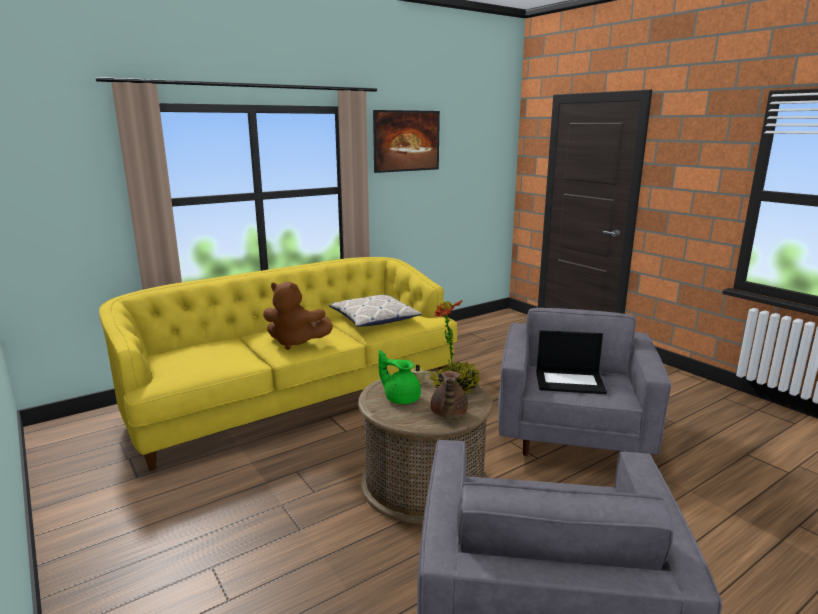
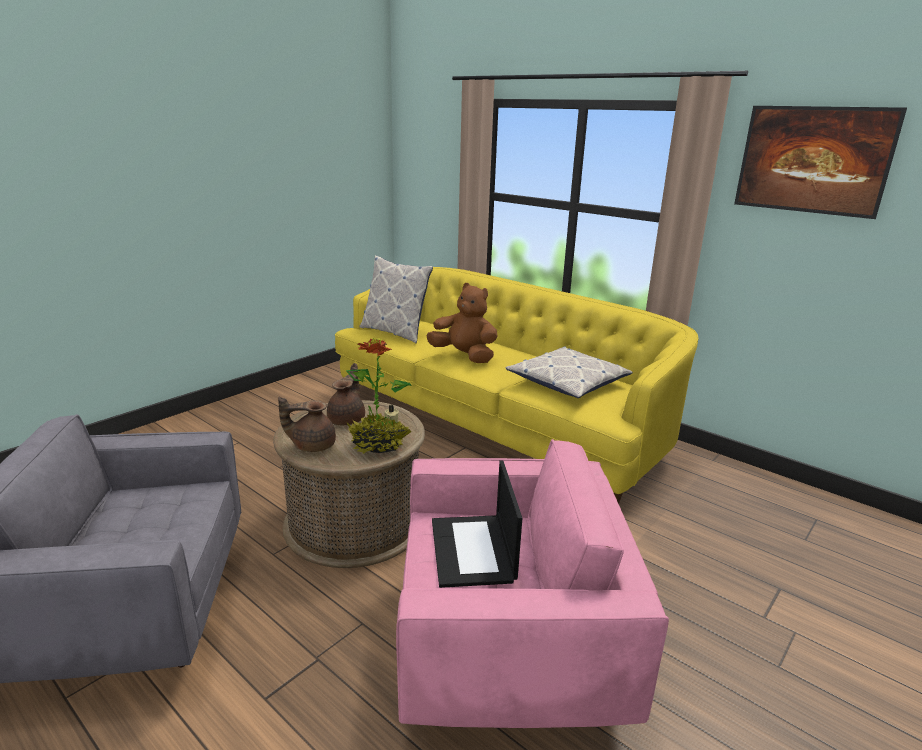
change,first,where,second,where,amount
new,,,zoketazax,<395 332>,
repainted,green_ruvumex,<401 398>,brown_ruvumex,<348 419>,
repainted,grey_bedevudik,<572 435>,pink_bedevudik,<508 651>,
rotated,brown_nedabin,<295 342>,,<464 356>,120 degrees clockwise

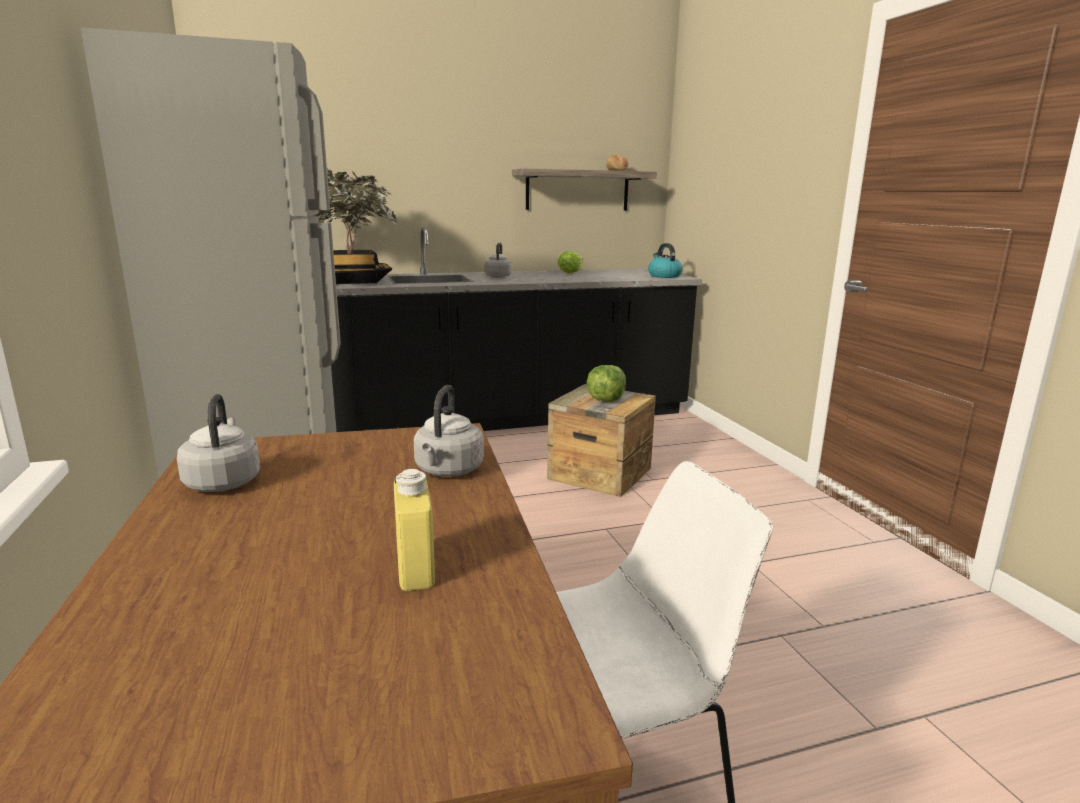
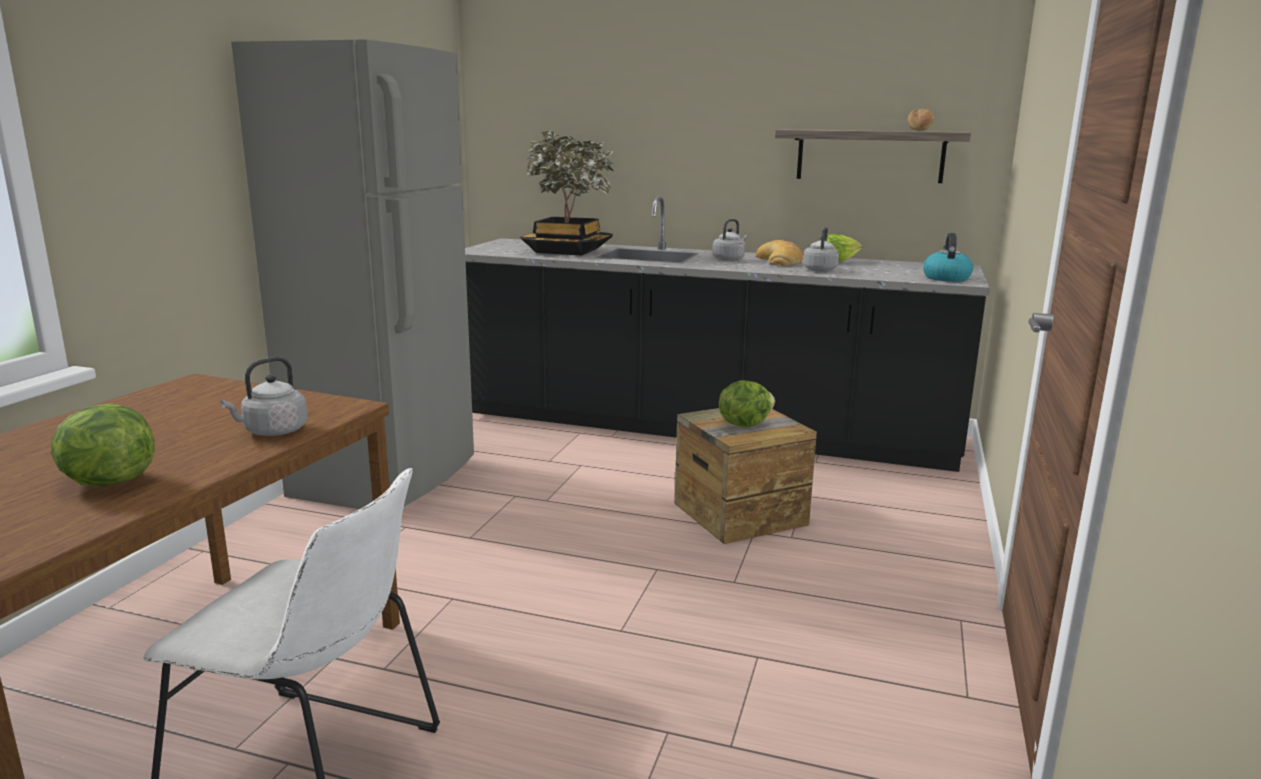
change,first,where,second,where,amount
new,,,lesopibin,<780 261>,
shifted,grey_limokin,<223 481>,,<820 269>,
swapped,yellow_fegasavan,<415 568>,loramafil,<107 482>,

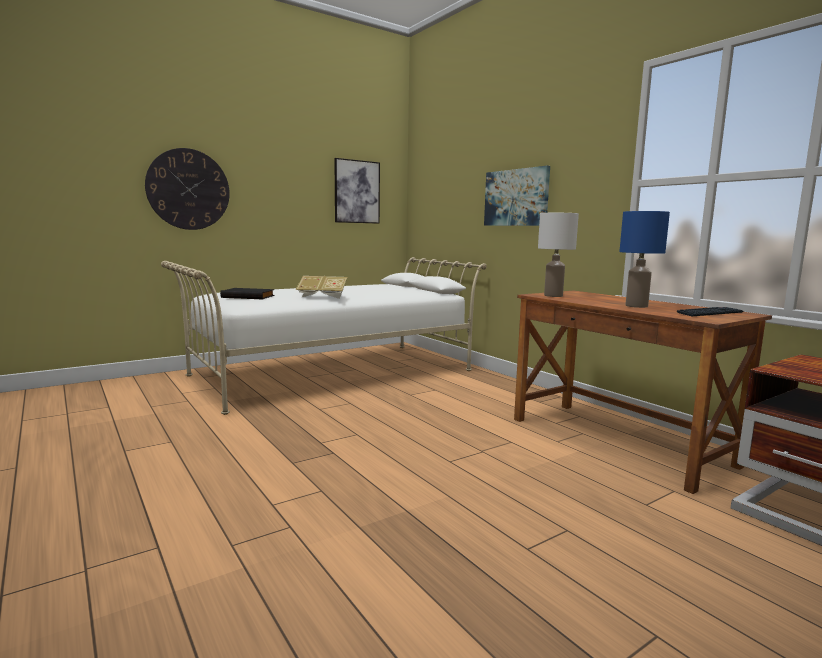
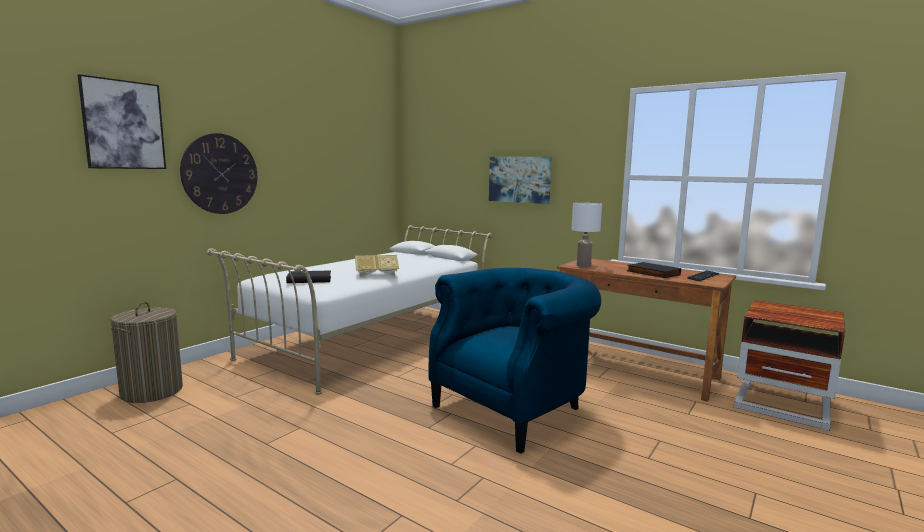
change,first,where,second,where,amount
new,,,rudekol,<152 391>,
new,,,blue_bedevudik,<515 408>,
shifted,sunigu,<357 192>,,<123 125>,
swapped,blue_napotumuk,<635 306>,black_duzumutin,<652 273>,

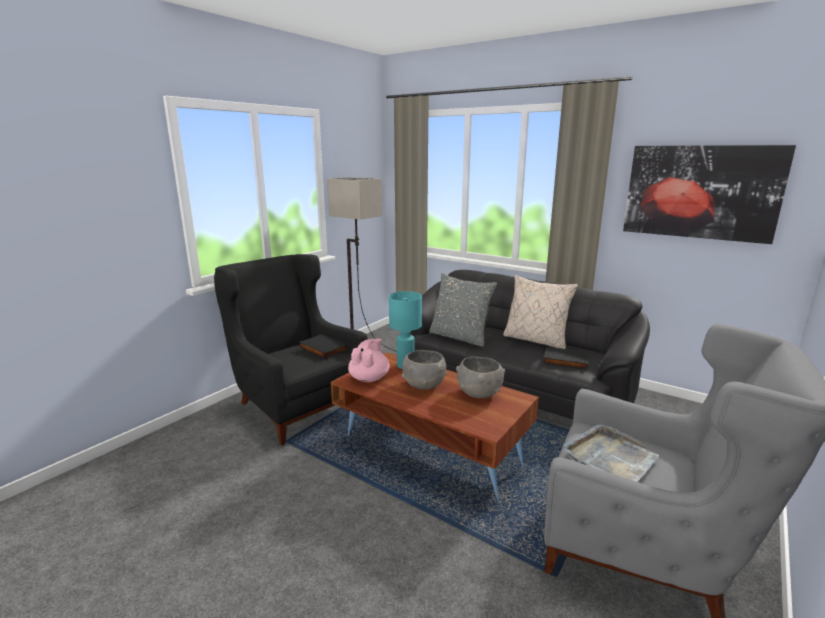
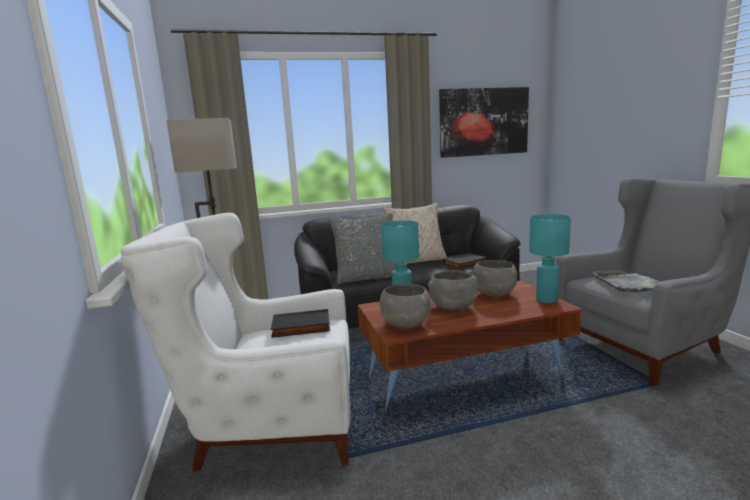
change,first,where,second,where,amount
new,,,turquoise_napotumuk,<546 300>,
swapped,pink_ruvumex,<369 378>,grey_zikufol,<405 324>,
repainted,black_bedevudik,<296 405>,white_bedevudik,<270 425>,

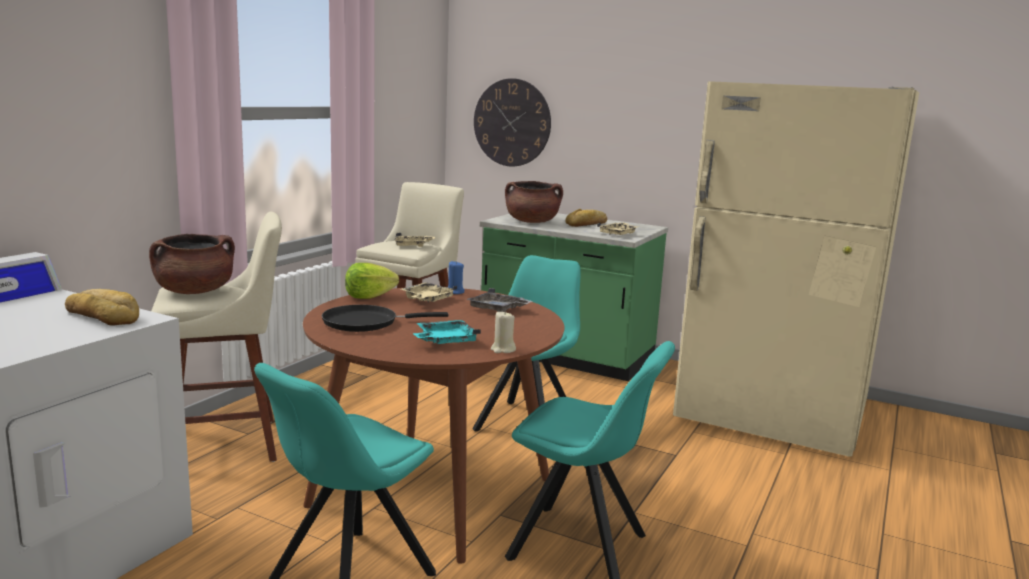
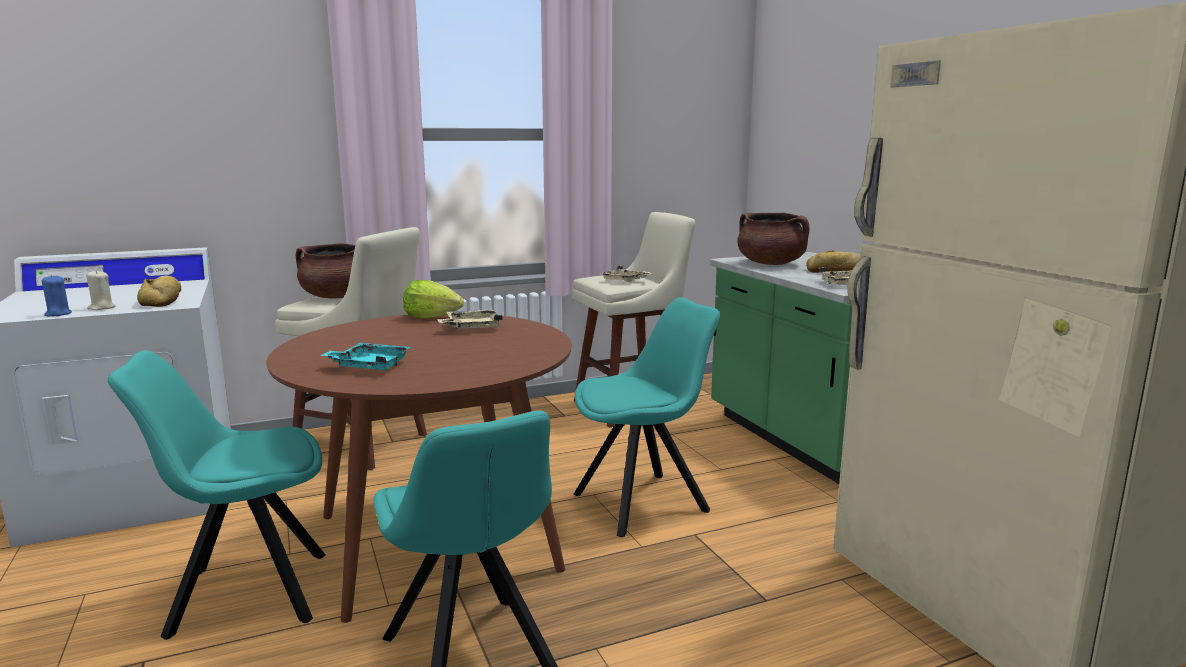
change,first,where,second,where,amount
gone,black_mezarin,<365 323>,,,
gone,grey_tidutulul,<497 309>,,,
gone,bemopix,<512 122>,,,
shifted,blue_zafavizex,<454 292>,,<58 314>,
shifted,beige_zafavizex,<503 350>,,<102 308>,

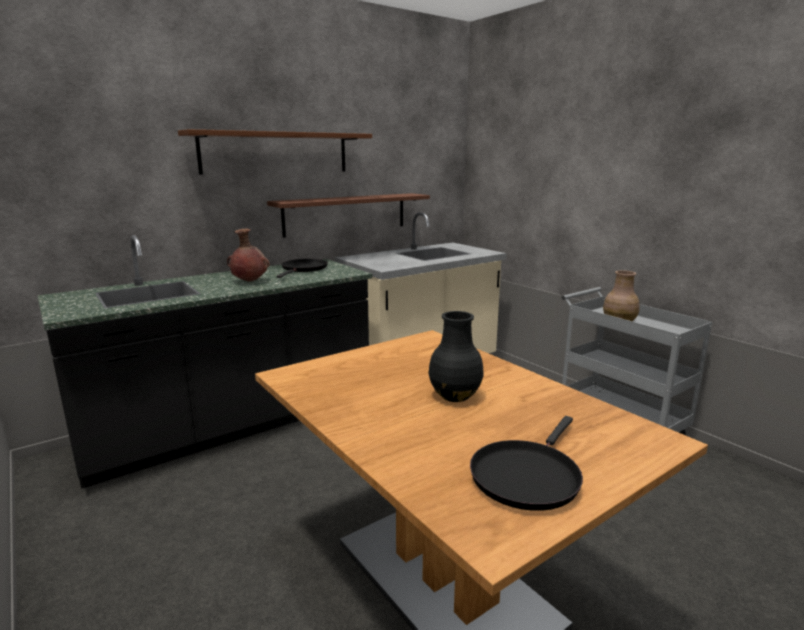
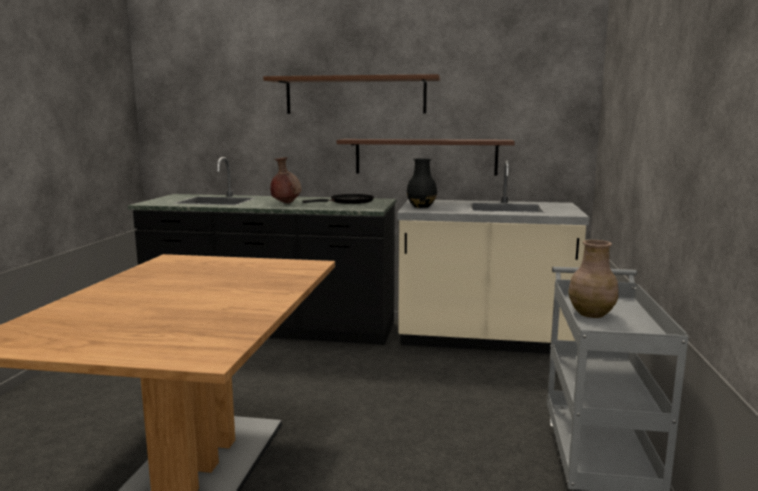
change,first,where,second,where,amount
gone,black_mezarin,<527 475>,,,
shifted,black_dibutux,<455 395>,,<422 206>,

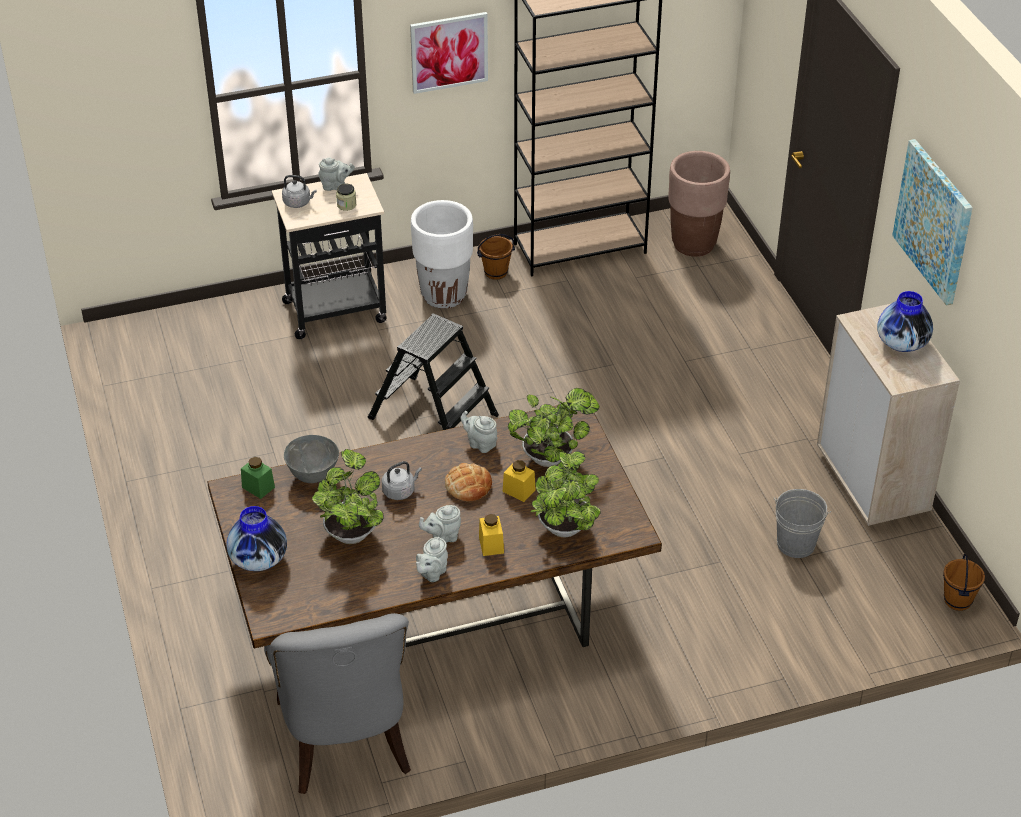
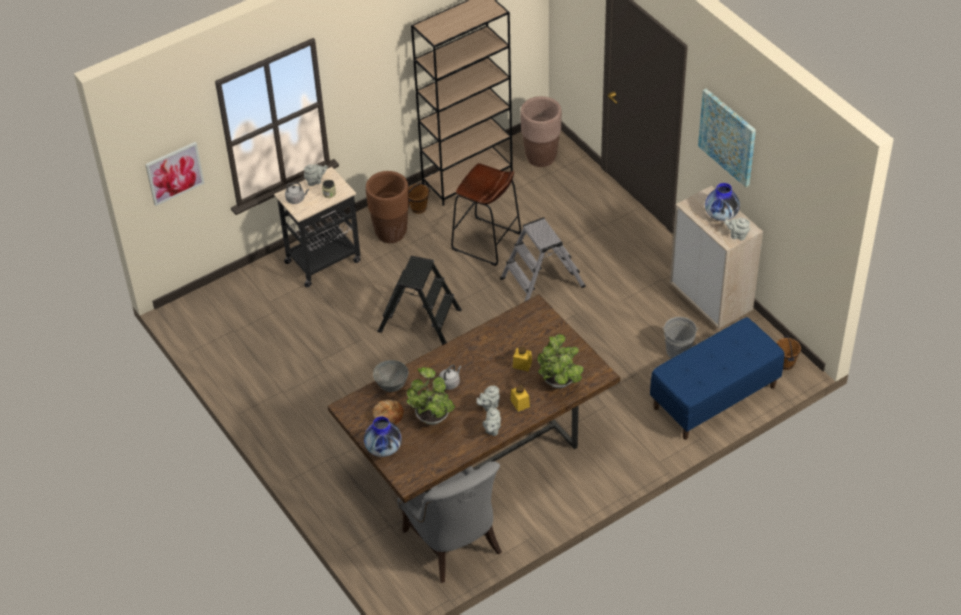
change,first,where,second,where,amount
gone,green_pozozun,<258 487>,,,
gone,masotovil,<551 456>,,,
new,,,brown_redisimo,<486 241>,
new,,,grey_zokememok,<542 282>,
new,,,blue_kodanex,<714 398>,
shifted,sunigu,<449 52>,,<174 173>,
shifted,lesopibin,<468 486>,,<388 414>,
shifted,grey_ruvumex,<480 444>,,<737 235>,
repainted,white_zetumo,<444 296>,brown_zetumo,<391 233>,

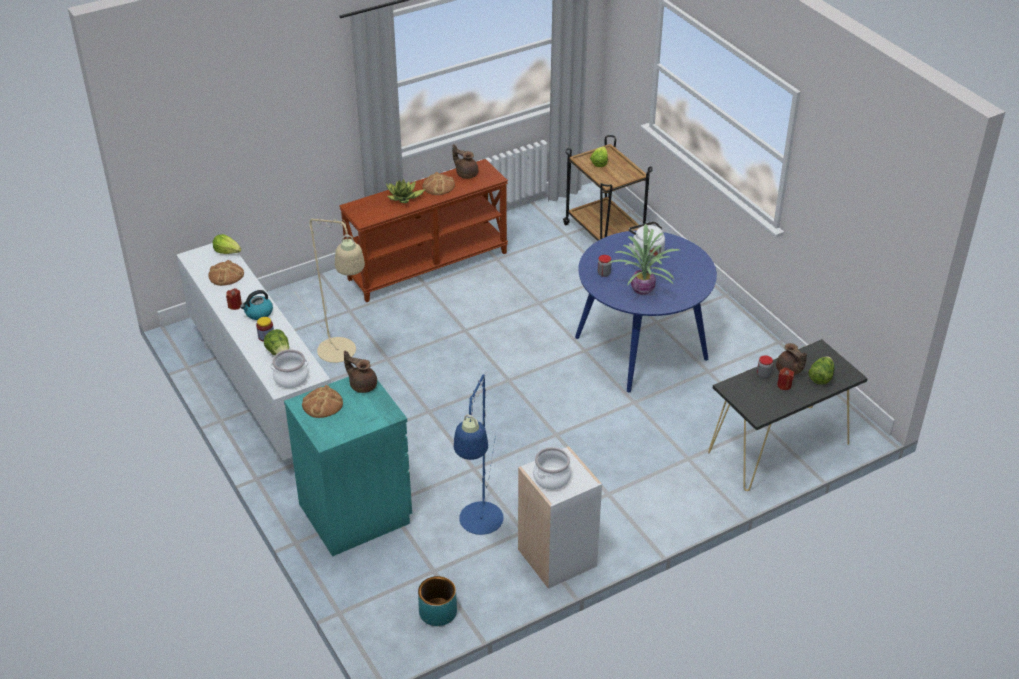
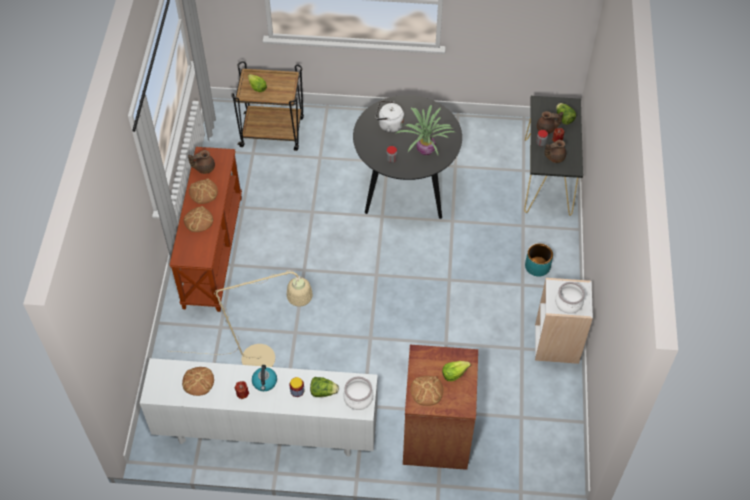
change,first,where,second,where,amount
gone,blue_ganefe,<480 527>,,,
shifted,loramafil,<227 251>,,<454 373>,
shifted,brown_ruvumex,<362 385>,,<554 157>,
shifted,turquoise_zetumo,<438 612>,,<537 266>,
swapped,masotovil,<404 198>,lesopibin,<198 220>,
repainted,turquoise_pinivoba,<354 512>,brown_pinivoba,<435 435>,
repainted,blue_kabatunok,<641 348>,black_kabatunok,<405 186>,

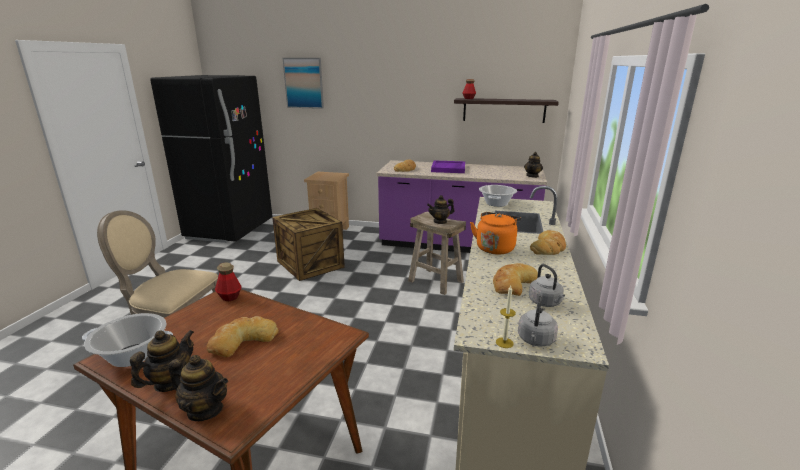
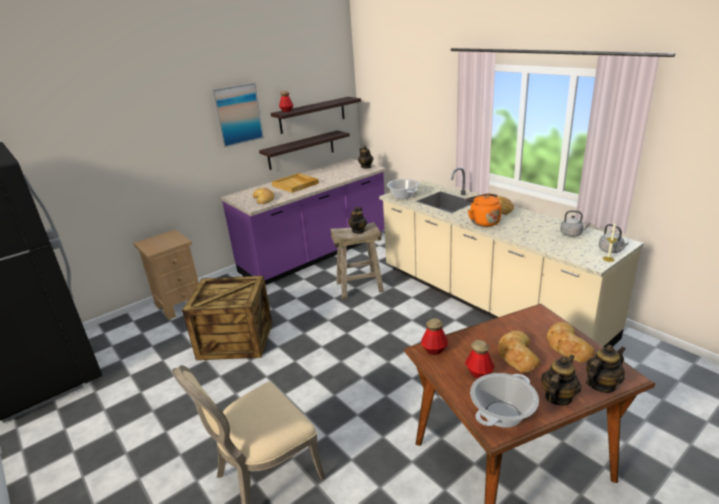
change,first,where,second,where,amount
new,,,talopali,<301 150>,
new,,,fegasavan,<479 373>,
shifted,sunigu,<304 83>,,<238 114>,
shifted,lesopibin,<512 284>,,<567 346>,
repainted,purple_tidutulul,<448 169>,beige_tidutulul,<296 184>,
rotated,ruvumex,<170 382>,,<557 397>,60 degrees clockwise

